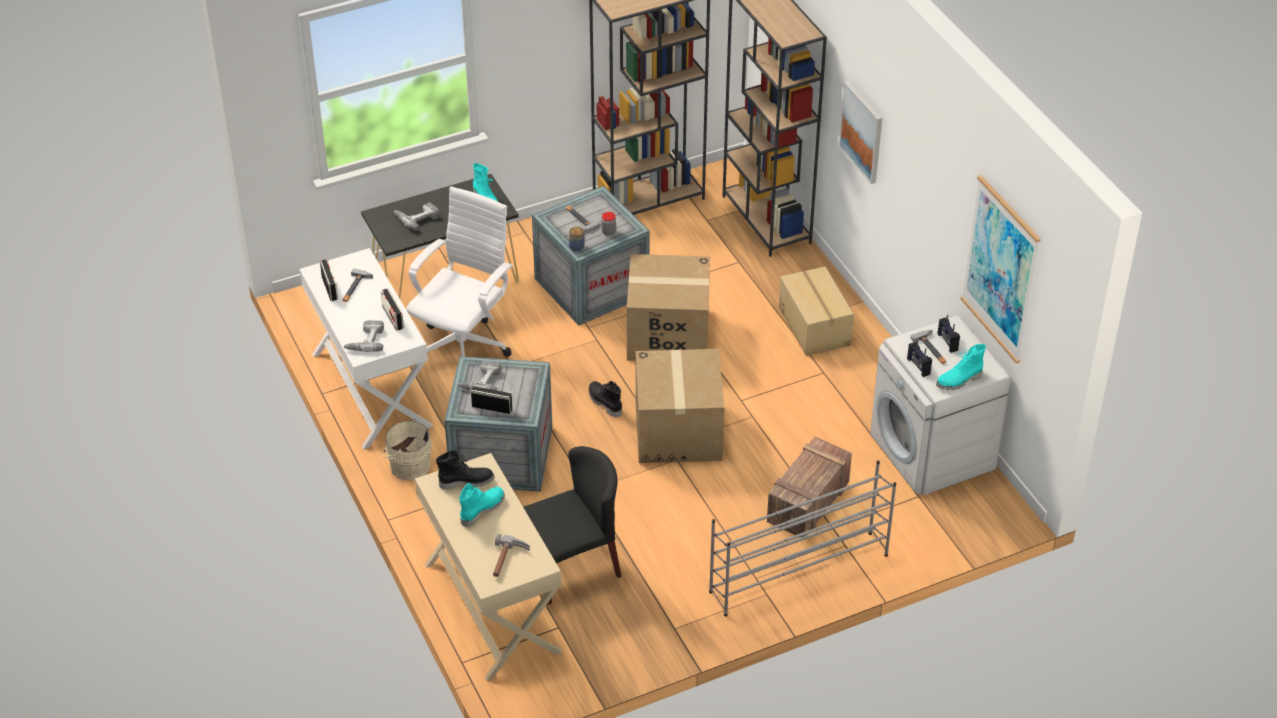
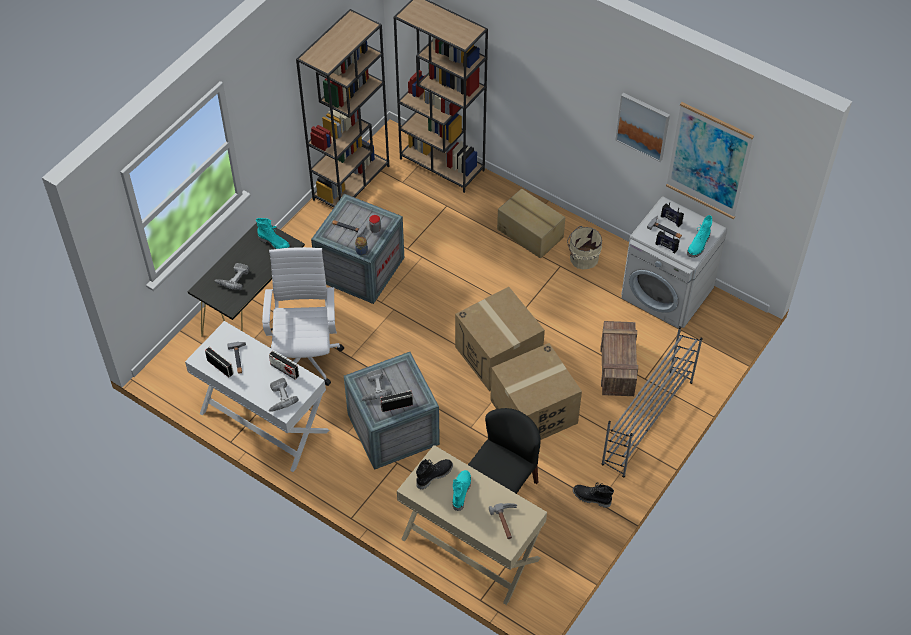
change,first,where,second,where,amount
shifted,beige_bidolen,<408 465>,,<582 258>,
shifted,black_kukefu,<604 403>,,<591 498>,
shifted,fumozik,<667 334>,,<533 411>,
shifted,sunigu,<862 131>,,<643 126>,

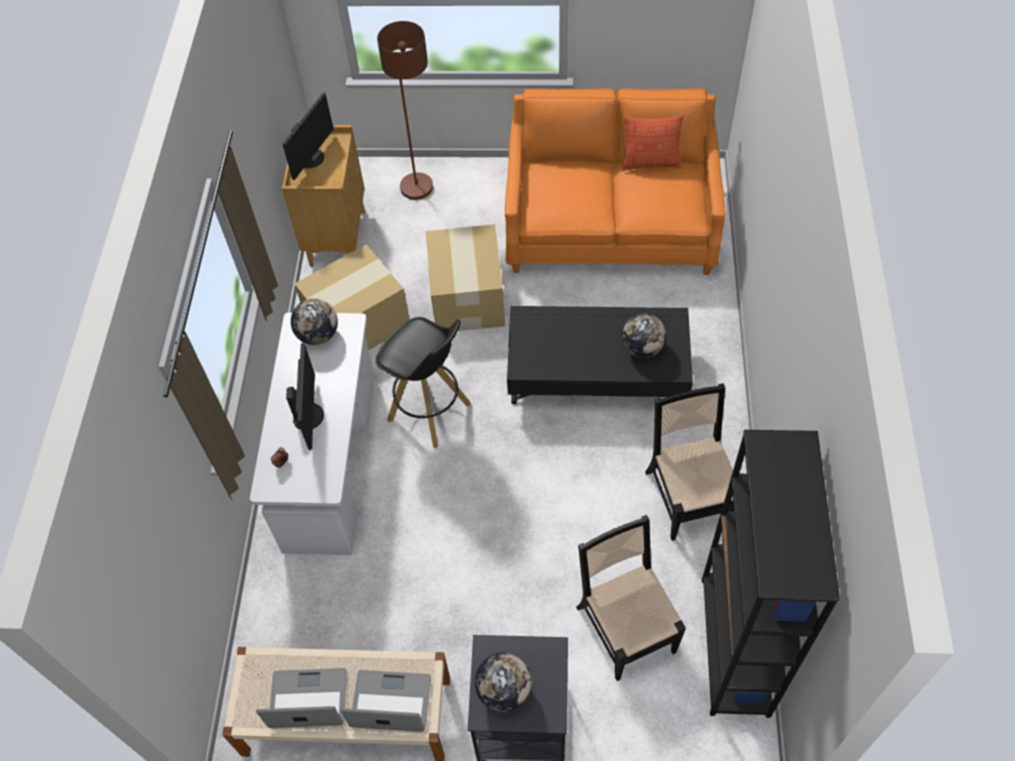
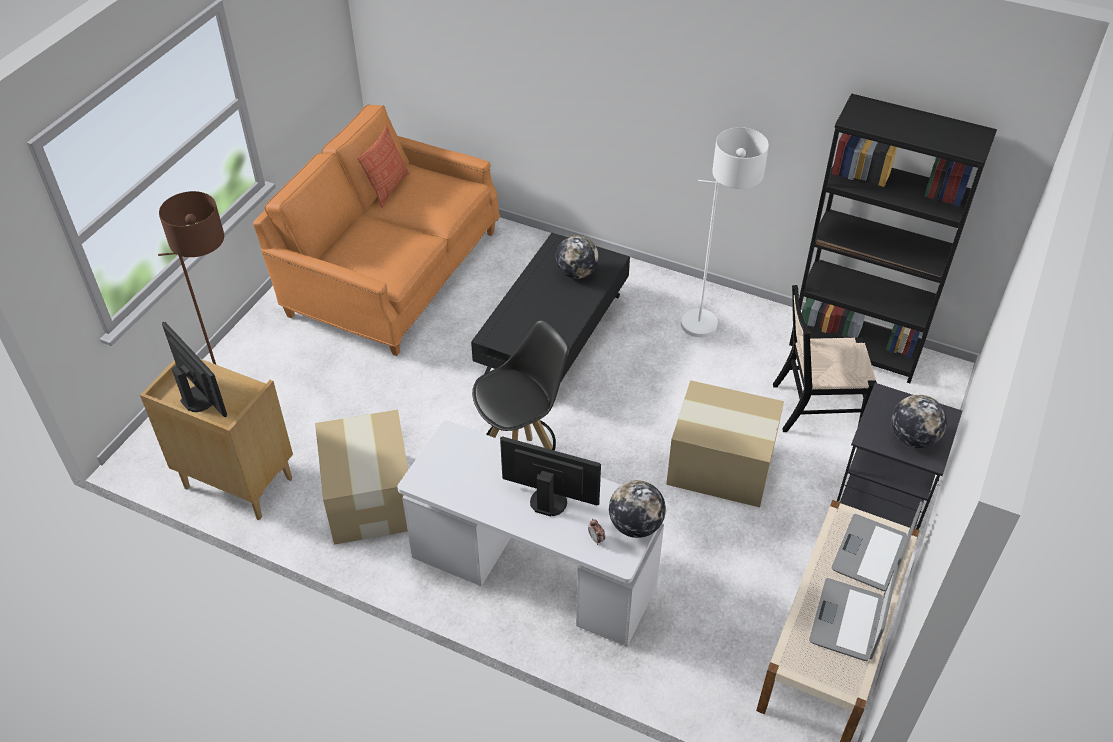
change,first,where,second,where,amount
shifted,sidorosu,<318 335>,,<635 525>,
shifted,fumozik,<467 298>,,<722 466>,
swapped,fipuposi,<688 498>,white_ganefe,<710 325>,

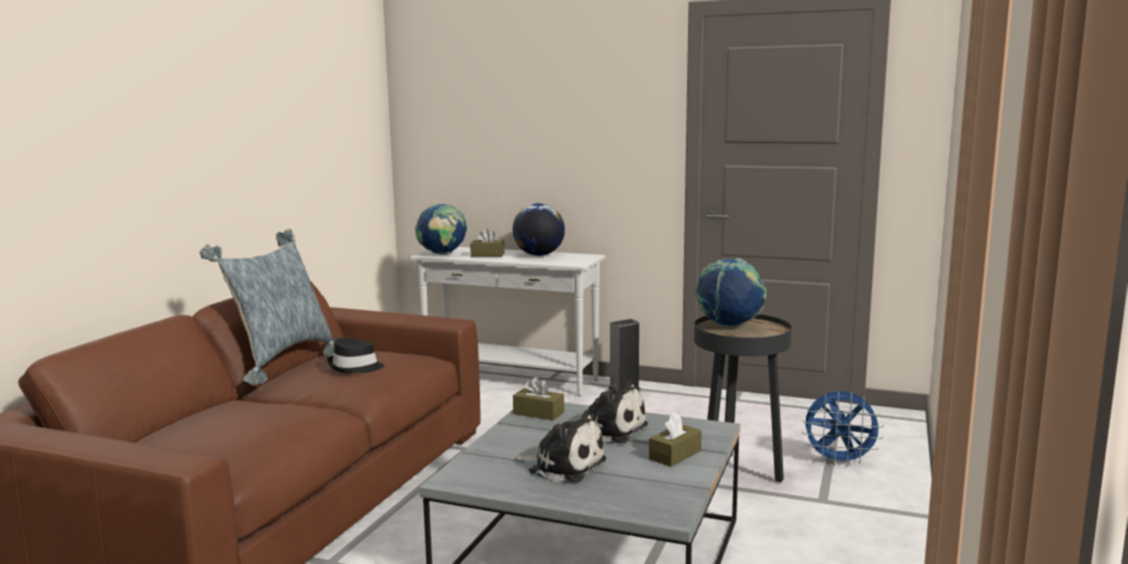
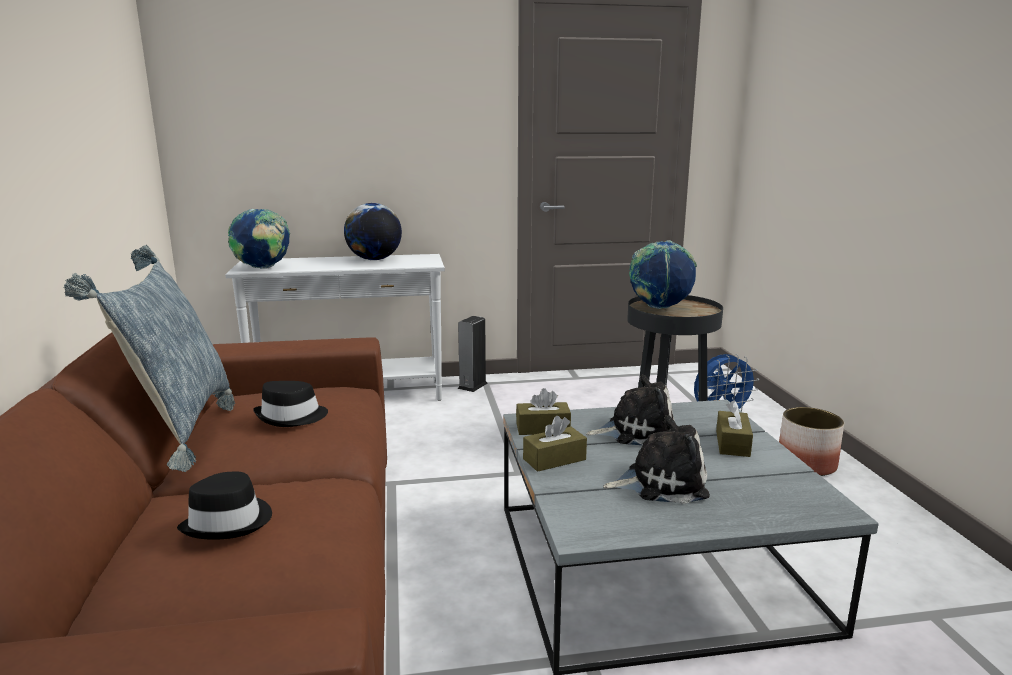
change,first,where,second,where,amount
new,,,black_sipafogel,<229 522>,
new,,,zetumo,<807 464>,
shifted,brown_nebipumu,<487 255>,,<554 459>,

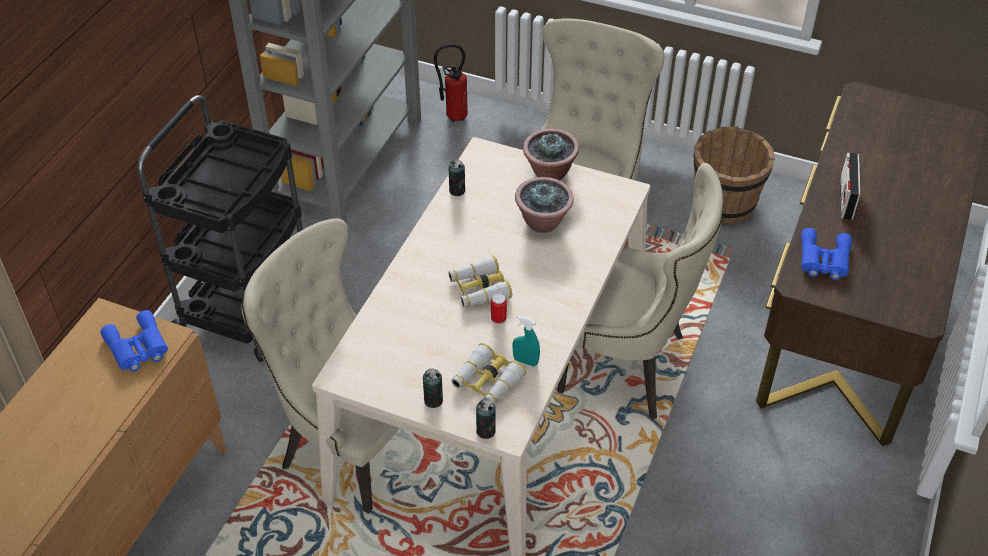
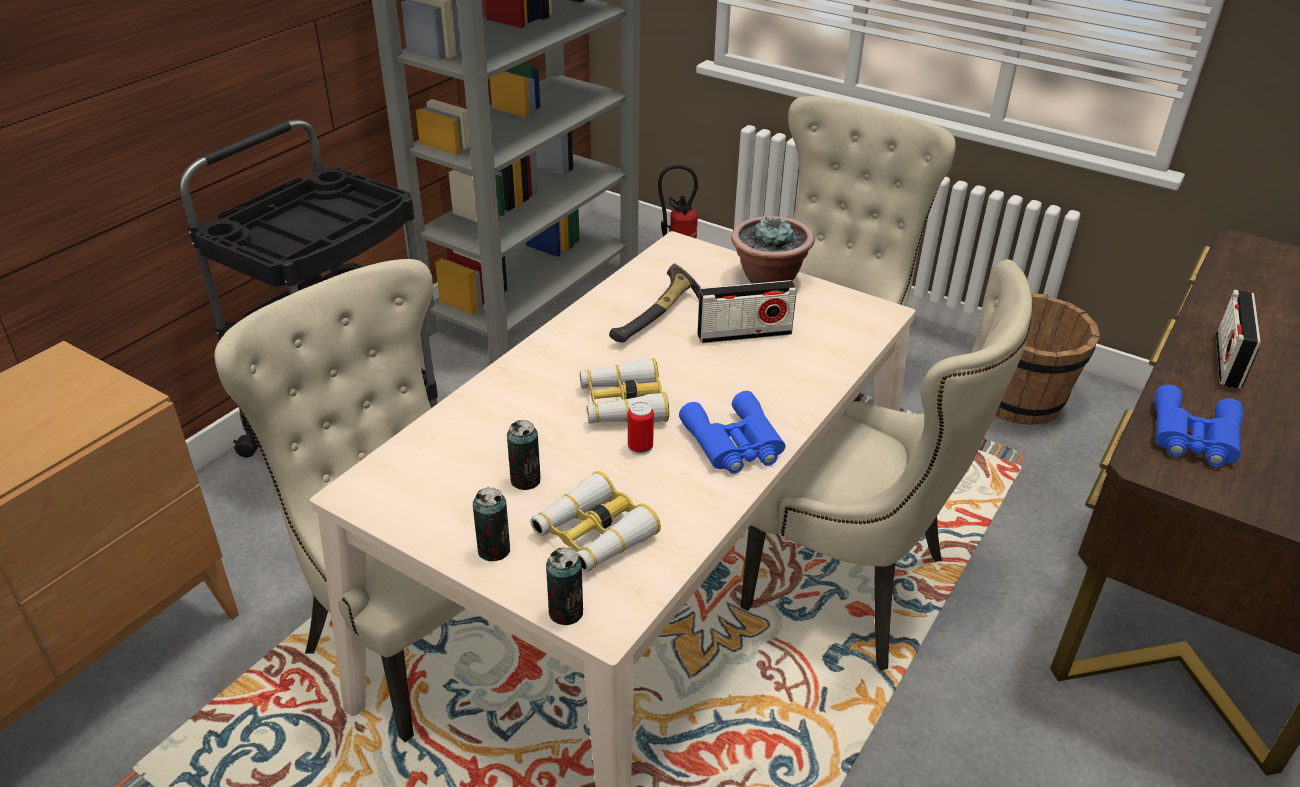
change,first,where,second,where,amount
gone,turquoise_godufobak,<525 361>,,,
new,,,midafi,<660 317>,
shifted,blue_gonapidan,<137 348>,,<734 444>,
shifted,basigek,<457 191>,,<525 480>,
swapped,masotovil,<543 222>,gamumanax,<744 334>,

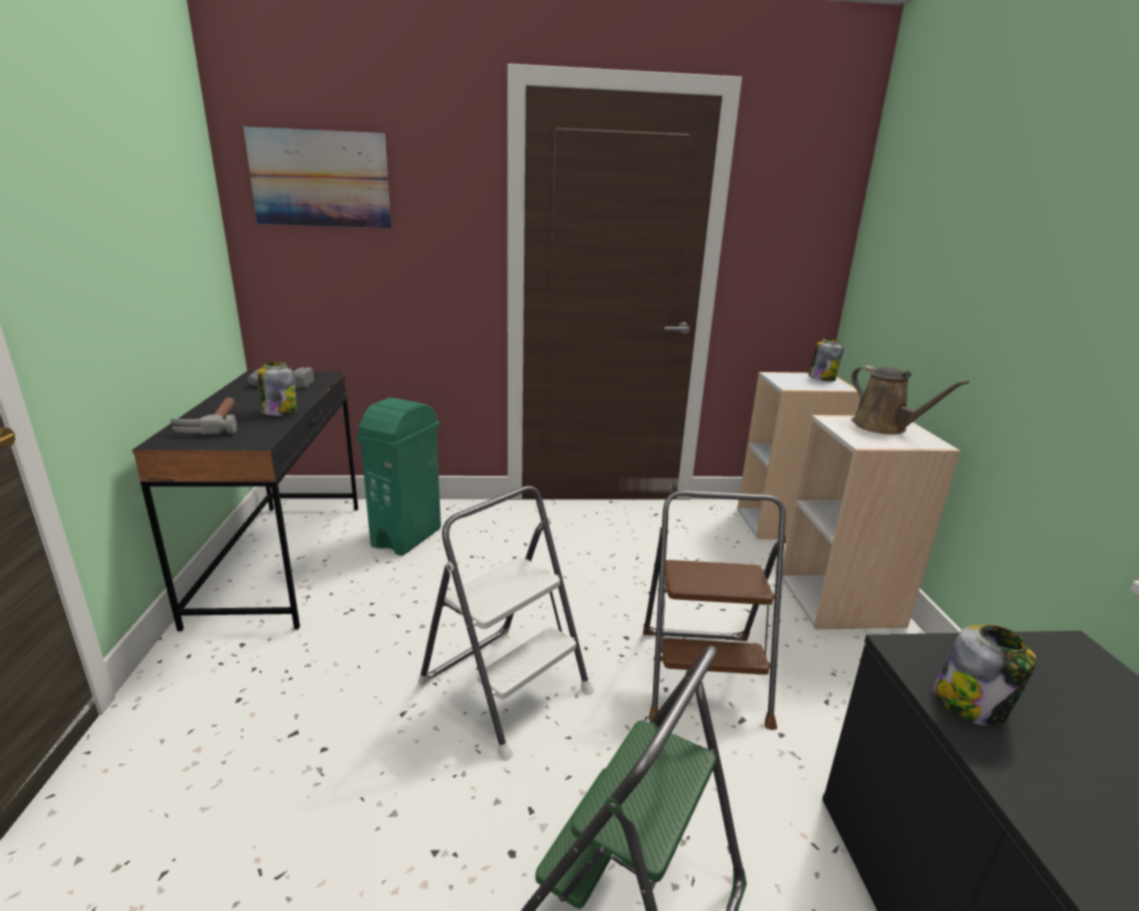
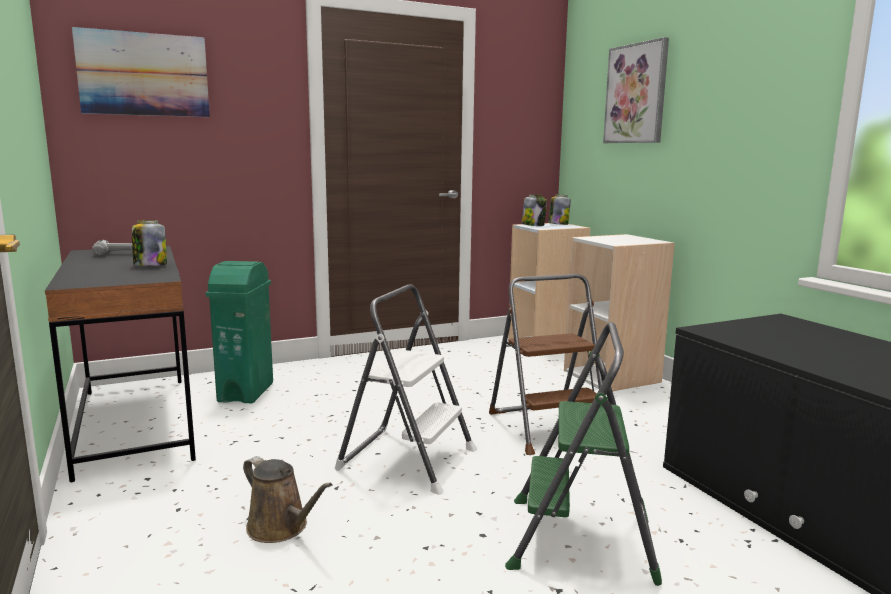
change,first,where,second,where,amount
gone,midafi,<212 423>,,,
new,,,sunigu,<636 94>,
shifted,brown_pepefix,<883 427>,,<281 528>,
shifted,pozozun,<971 704>,,<533 225>,

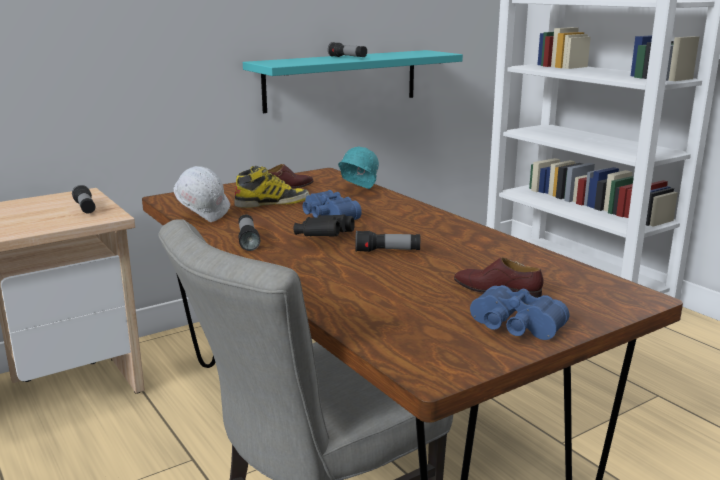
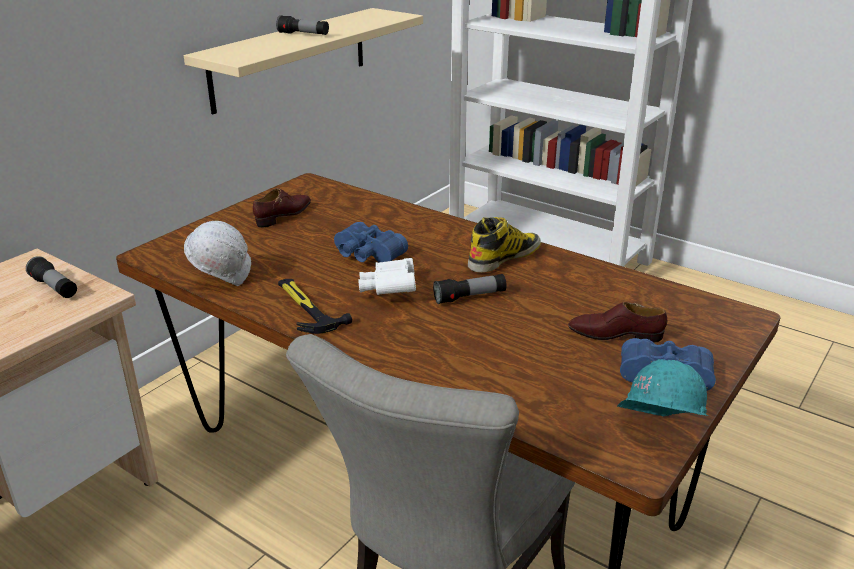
change,first,where,second,where,amount
shifted,kukefu,<272 203>,,<504 257>,
shifted,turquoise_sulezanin,<357 192>,,<656 434>,
swapped,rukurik,<248 240>,midafi,<306 308>,
repainted,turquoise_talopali,<342 80>,beige_talopali,<291 58>,
repainted,black_gonapidan,<324 239>,white_gonapidan,<389 290>,

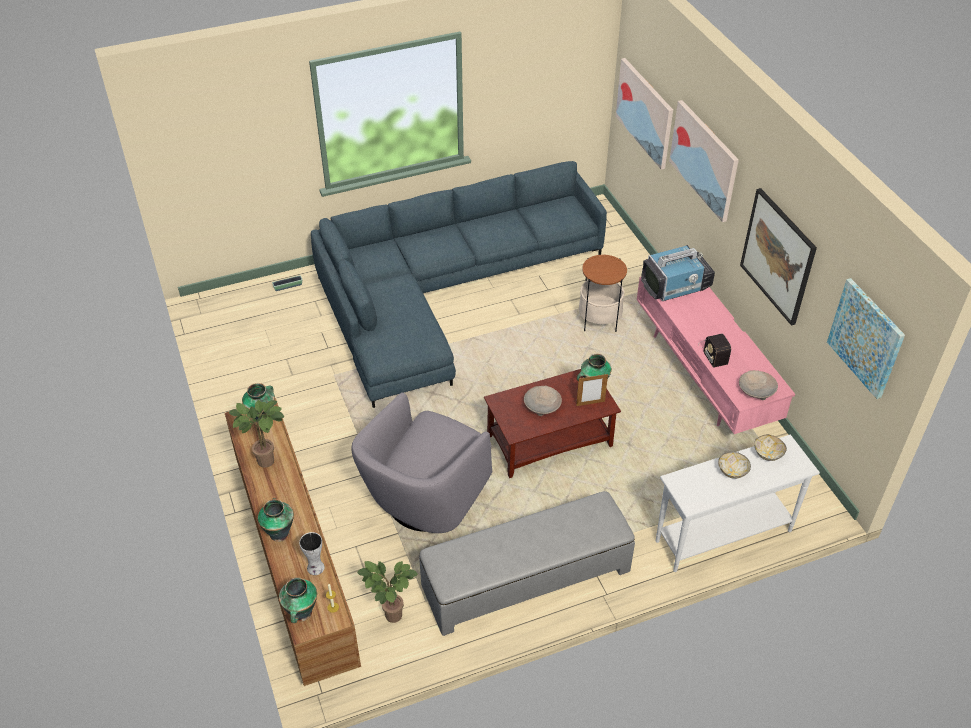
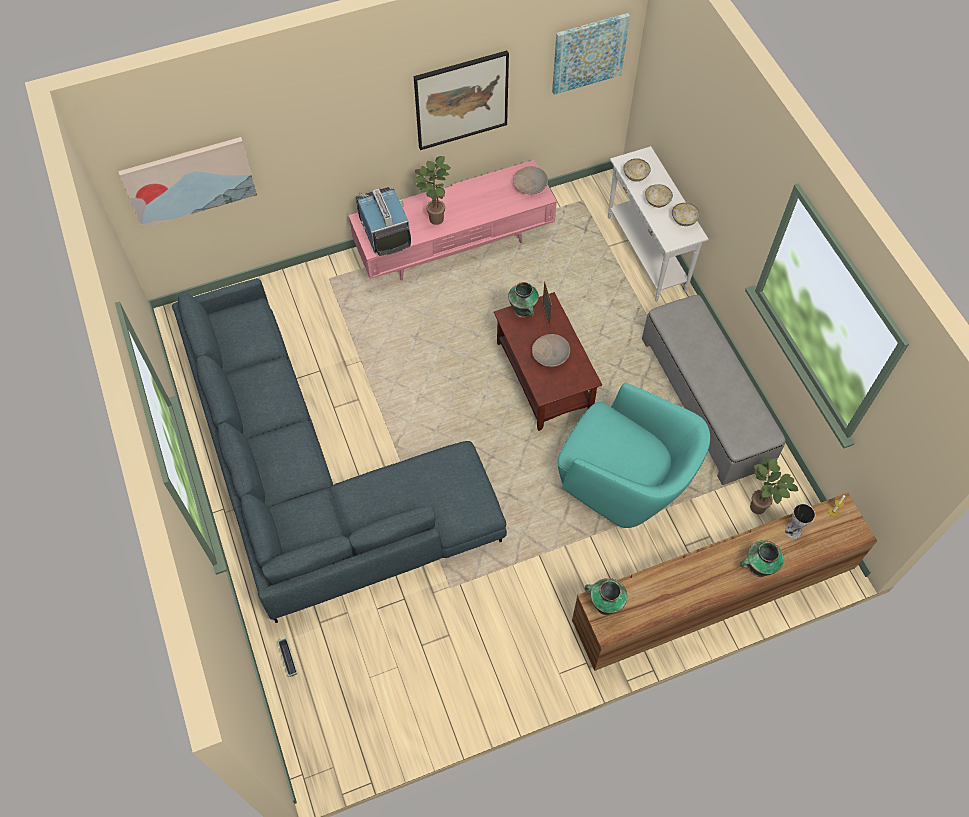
change,first,where,second,where,amount
gone,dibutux,<301 613>,,,
gone,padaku,<599 321>,,,
gone,sunigu,<704 159>,,,
gone,gamumanax,<713 351>,,,
new,,,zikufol,<683 220>,
shifted,masotovil,<269 459>,,<435 217>,
repainted,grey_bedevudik,<426 500>,turquoise_bedevudik,<624 484>,

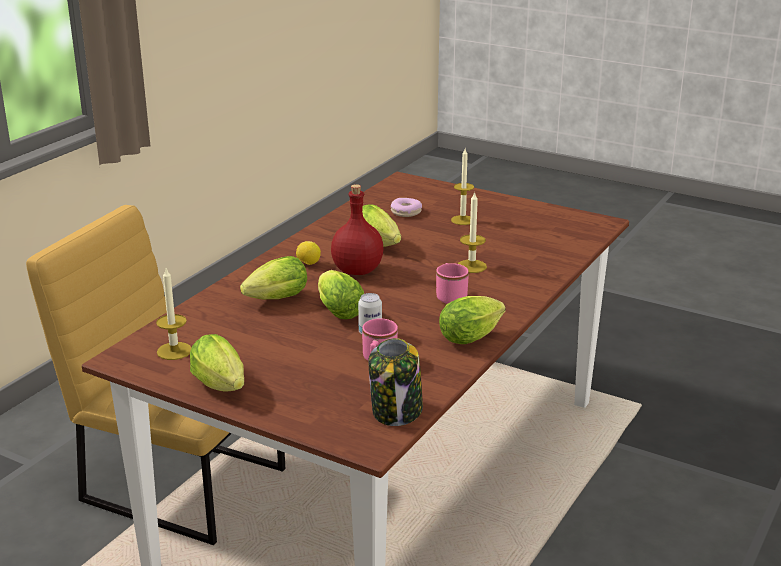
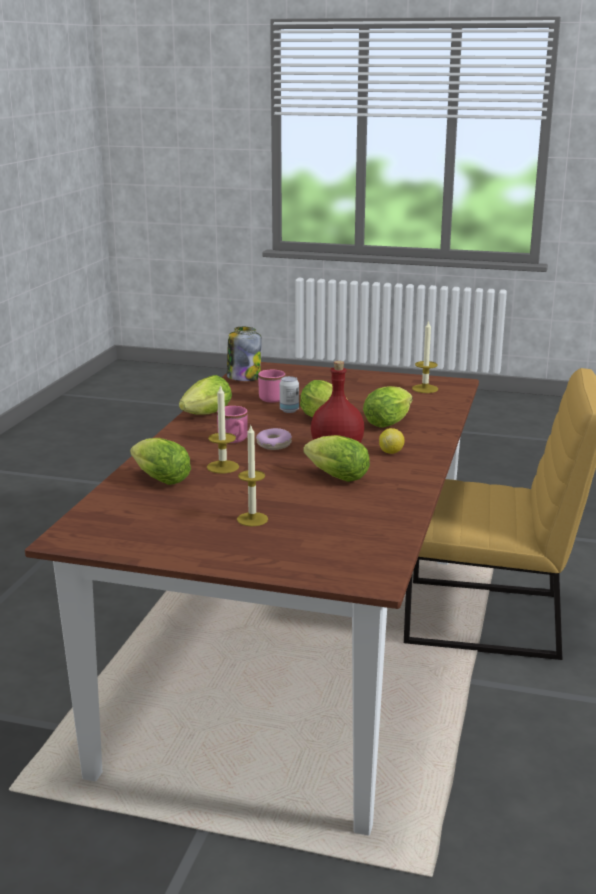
change,first,where,second,where,amount
shifted,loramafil,<222 387>,,<158 479>,
shifted,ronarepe,<406 212>,,<273 445>,

